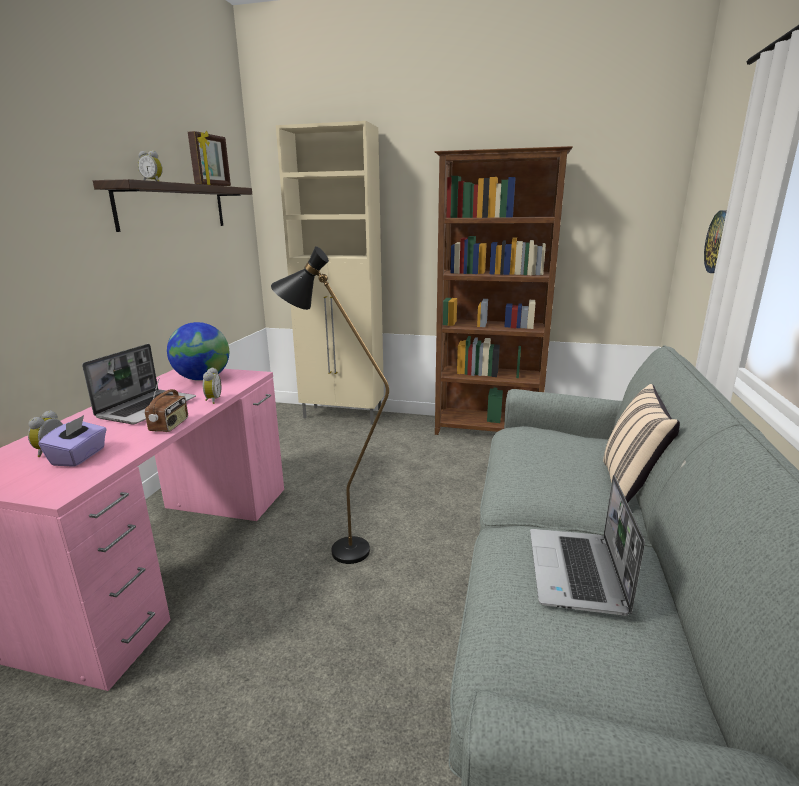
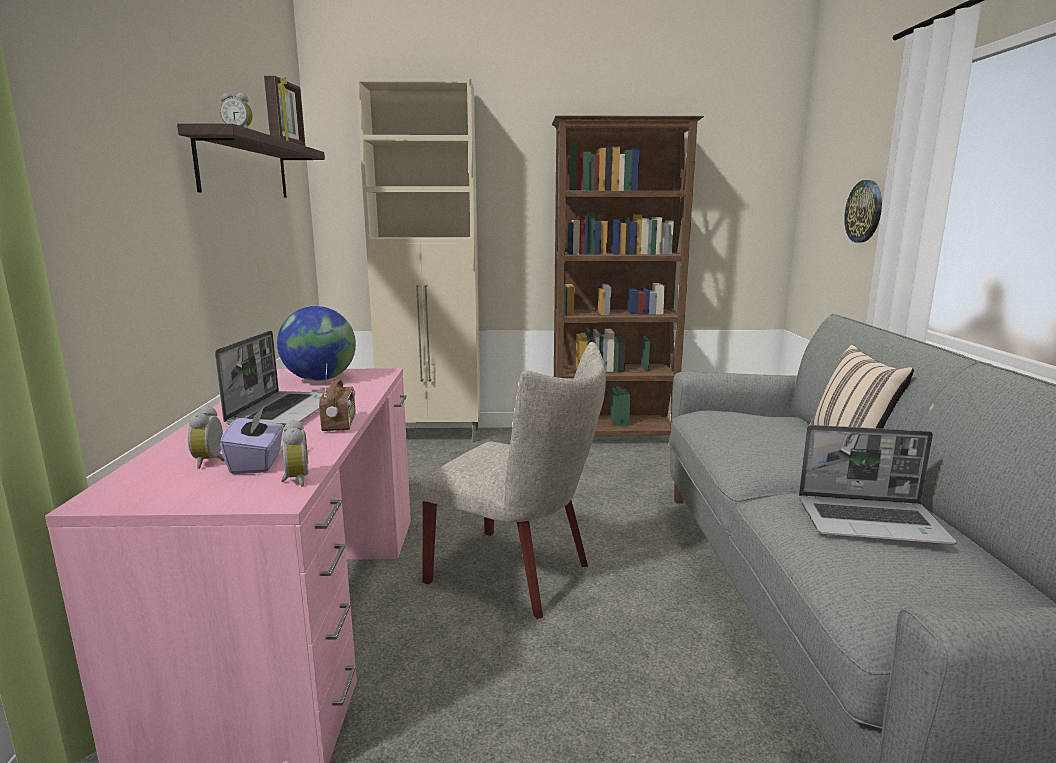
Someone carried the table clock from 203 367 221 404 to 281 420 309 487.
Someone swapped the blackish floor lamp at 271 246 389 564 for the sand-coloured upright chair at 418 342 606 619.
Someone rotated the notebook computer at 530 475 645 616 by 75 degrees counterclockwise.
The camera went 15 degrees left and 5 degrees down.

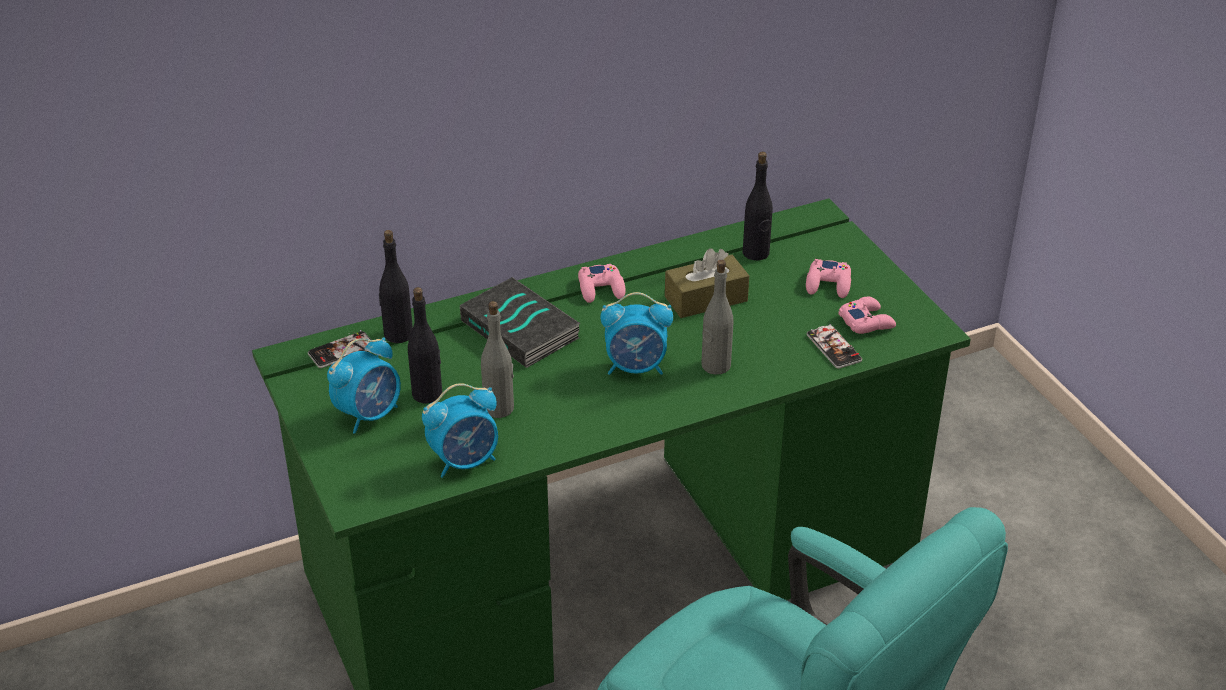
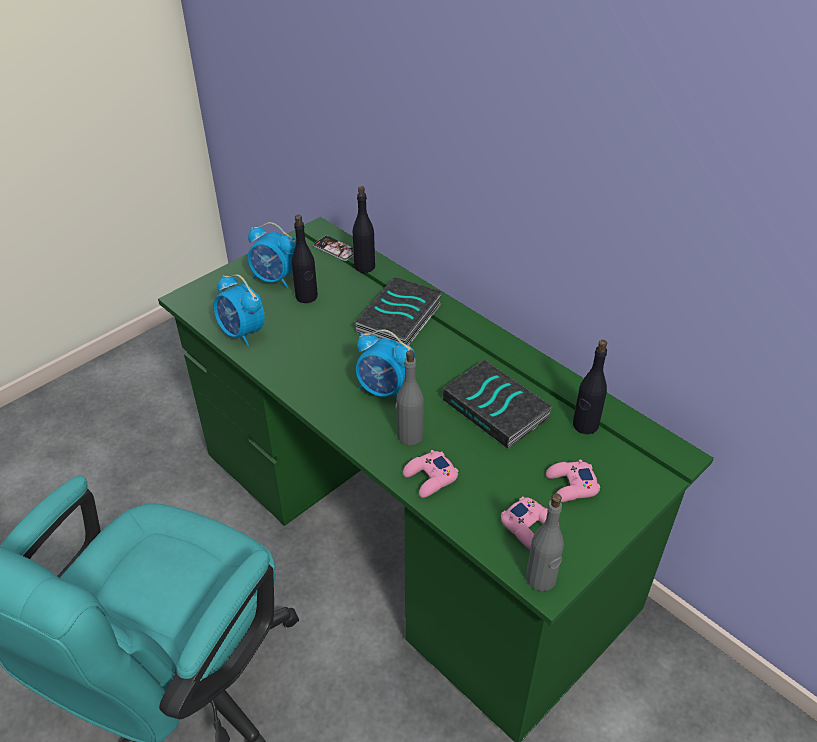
Someone carried the gray beverage bottle from 481 301 514 418 to 526 493 564 591.
Someone carried the pink game controller from 578 264 626 303 to 403 450 458 498.
Someone rotated the table clock at 600 292 673 375 by 45 degrees counterclockwise.
Someone swapped the brown-coloured tissue box at 665 248 749 318 for the bound book at 443 359 553 449.
Someone took away the handset at 807 324 862 369.
The camera went 70 degrees right and 5 degrees up.

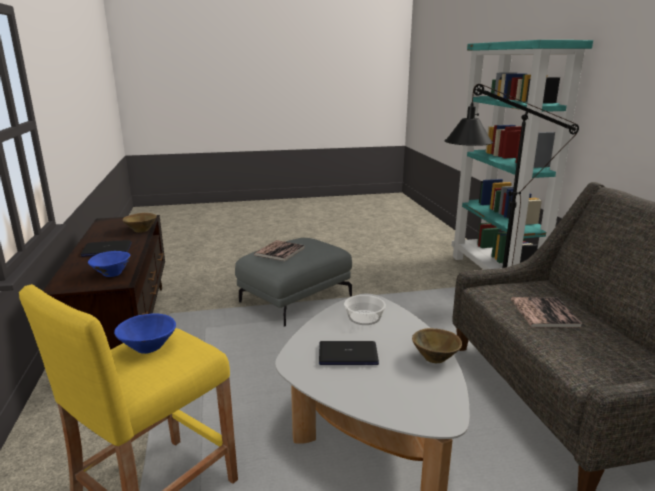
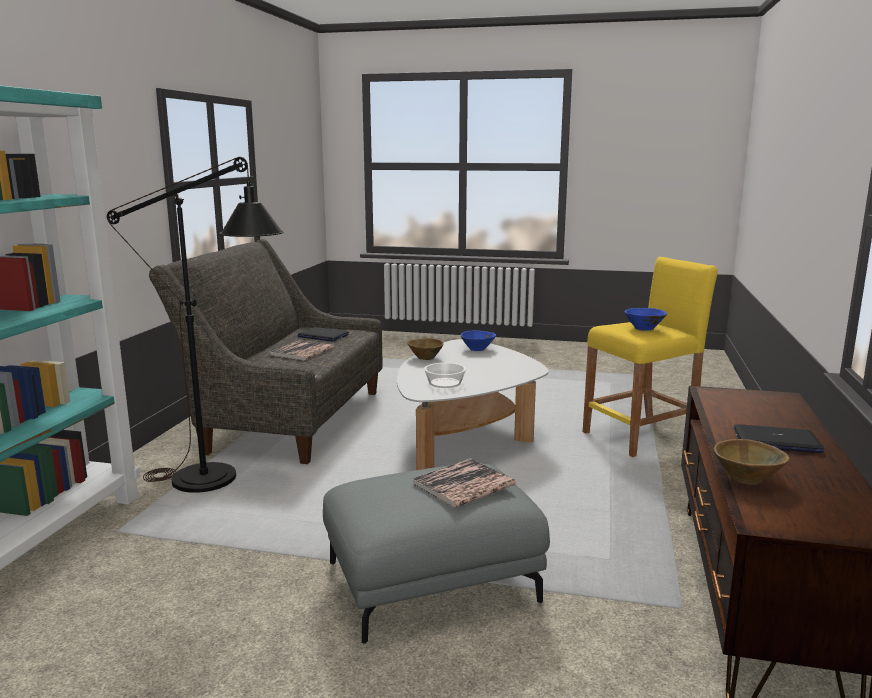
Someone carried the blue deep dish from 88 251 130 277 to 461 330 496 351.
Someone carried the notebook computer from 319 341 379 365 to 298 327 349 341.
The camera went 155 degrees left and 5 degrees down.

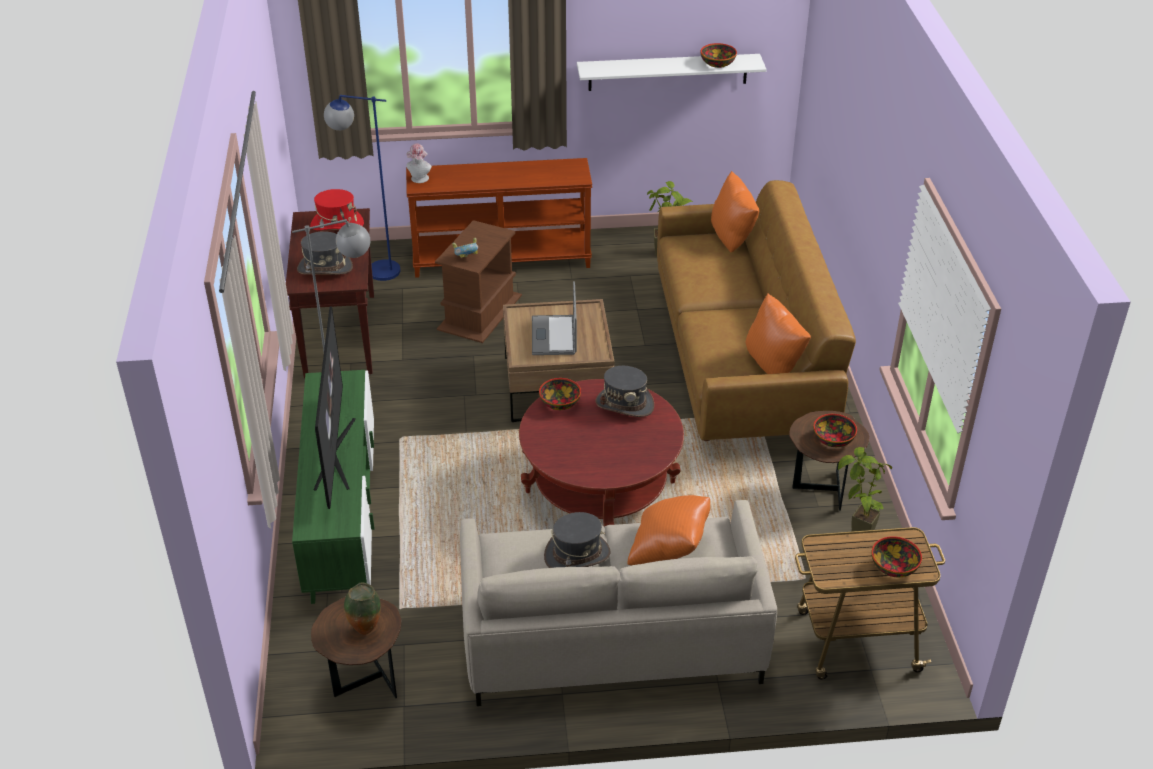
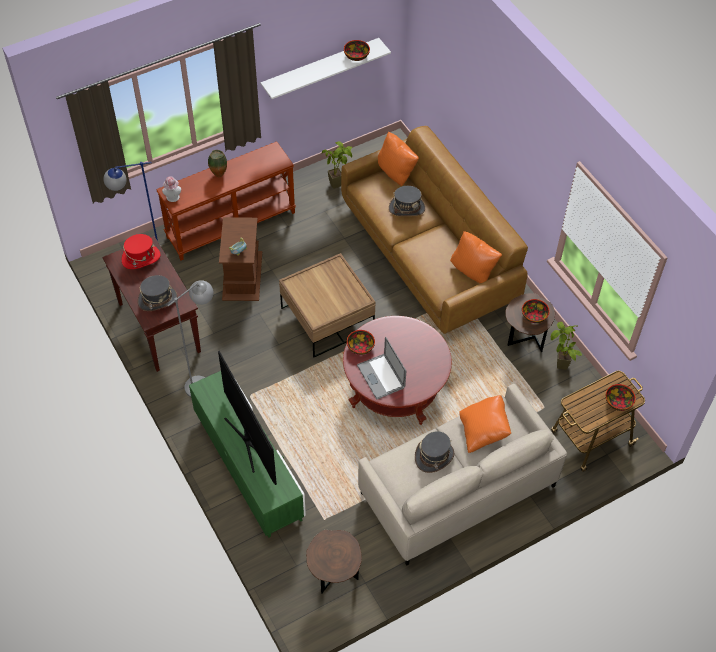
Someone carried the decorative vase from 344 583 381 635 to 208 150 227 177.
Someone carried the notebook computer from 532 281 577 355 to 357 337 406 399.
Someone carried the gray hat from 596 366 654 417 to 389 186 425 216.
The camera went 25 degrees left and 15 degrees up.

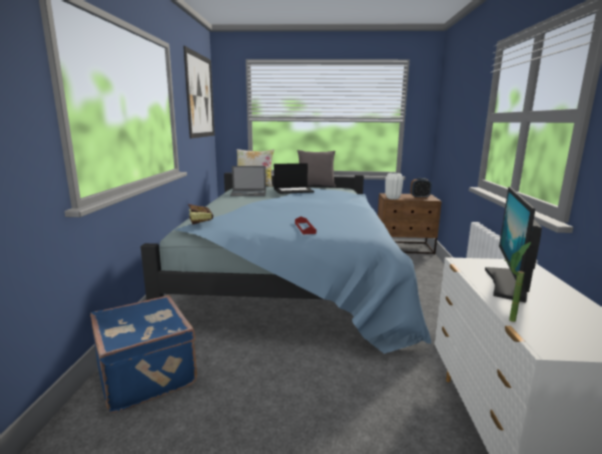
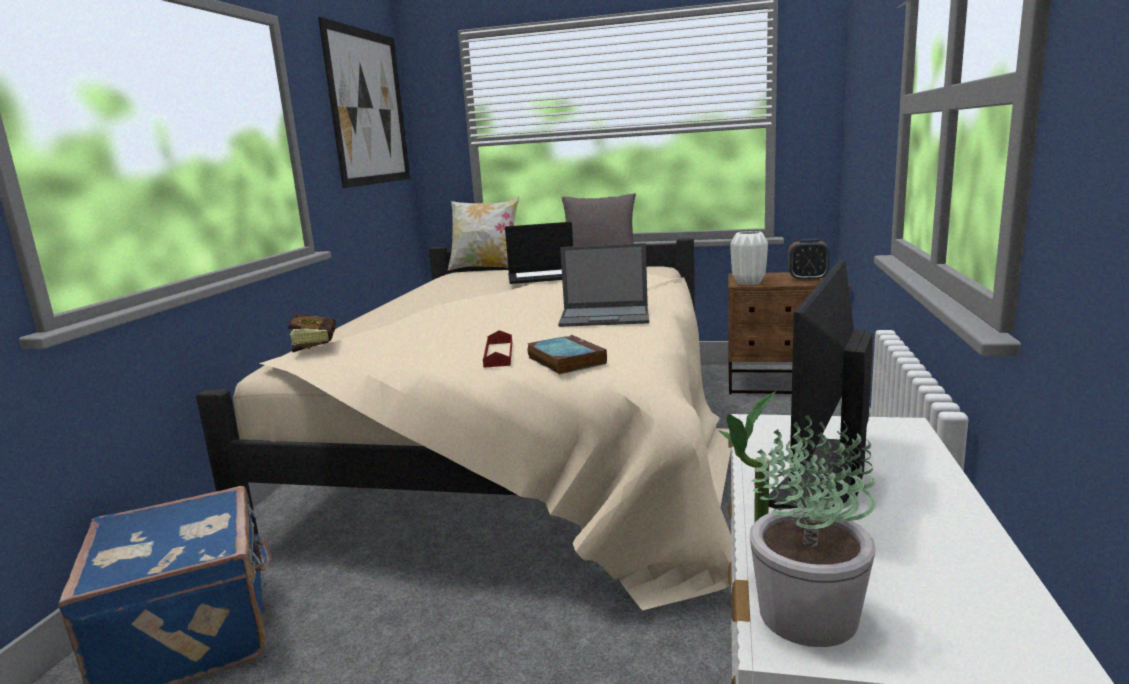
Someone repainted the blue sleeping bed at 141 173 431 354, which became the sand-coloured sleeping bed at 196 238 731 610.
Someone carried the notebook computer from 230 166 266 196 to 558 243 649 327.
Someone put down the bound book at 527 335 607 374.
Someone put down the plant in a pot at 750 415 876 647.
The camera went 10 degrees right and 0 degrees up.

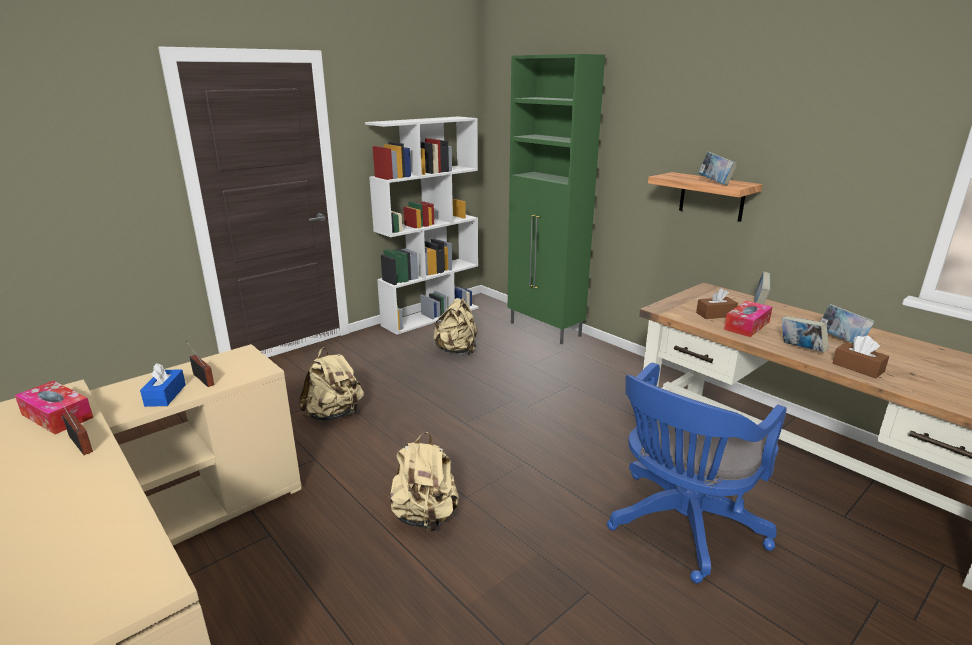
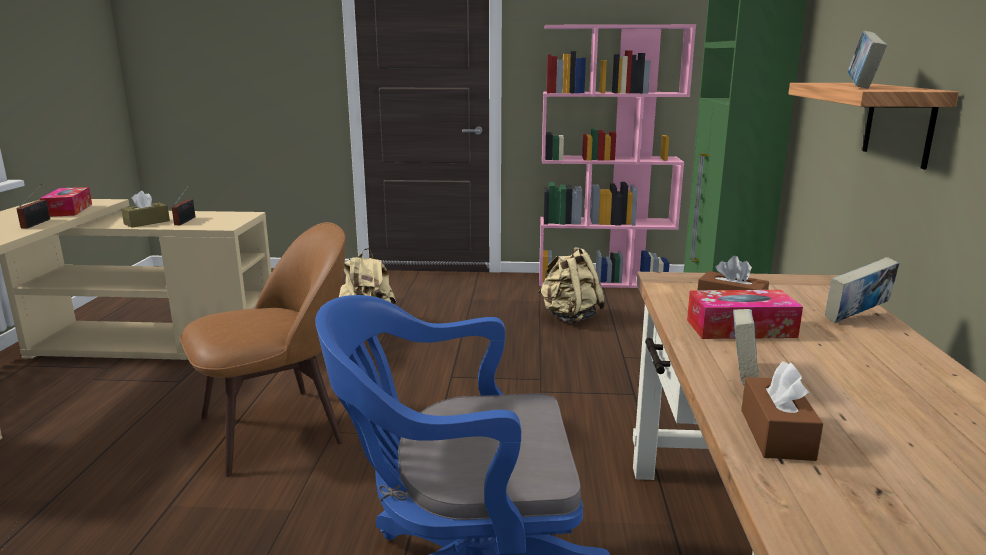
Someone repainted the blue tissue box at 140 363 186 407, which became the brown-coloured tissue box at 121 191 170 228.
Someone repainted the white bookshelf at 365 117 479 335, which became the pink bookshelf at 539 24 696 288.
Someone swapped the sand-coloured rucksack at 388 432 459 531 for the brown-coloured upright chair at 179 222 346 477.
Someone took away the bound book at 820 304 875 343.
The camera went 45 degrees right and 5 degrees down.

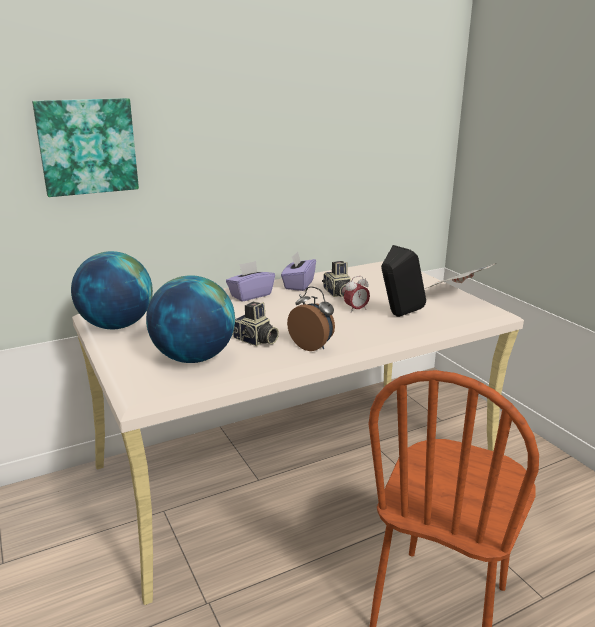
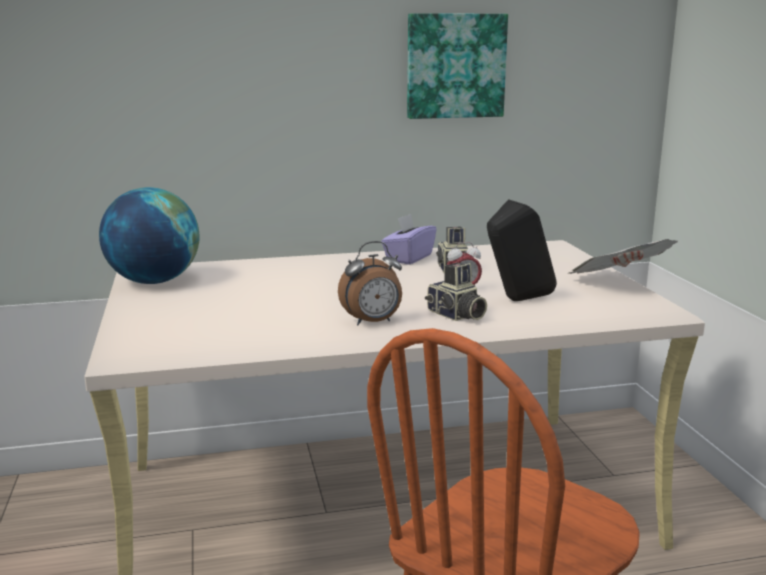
Someone carried the wall art from 32 98 139 197 to 407 13 508 119.
Someone took away the desk globe at 146 275 235 363.
Someone took away the purple tissue box at 226 261 275 302.
Someone carried the photo camera from 233 302 279 346 to 425 263 487 321.
Someone rotated the table clock at 287 286 335 351 by 105 degrees clockwise.
The camera went 15 degrees right and 5 degrees down.

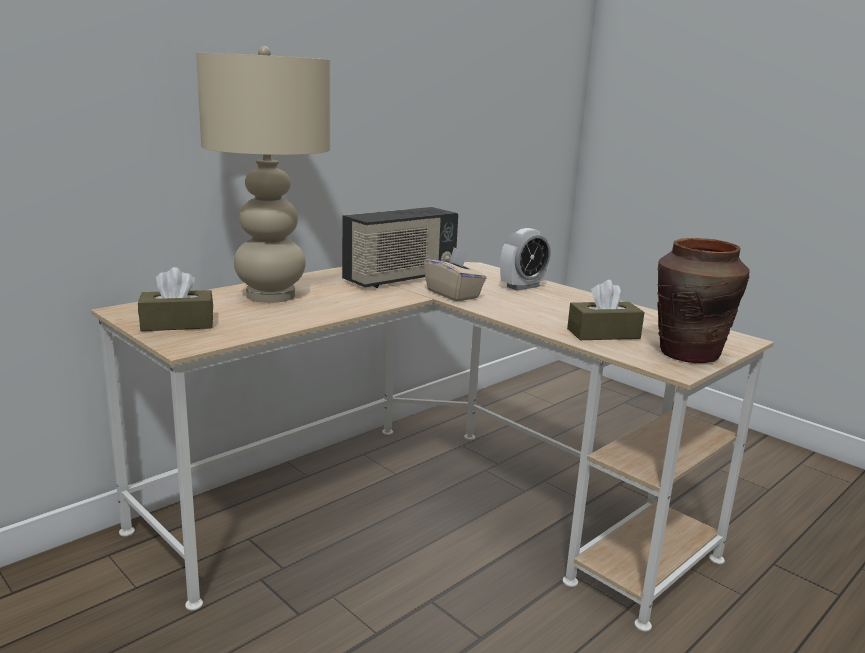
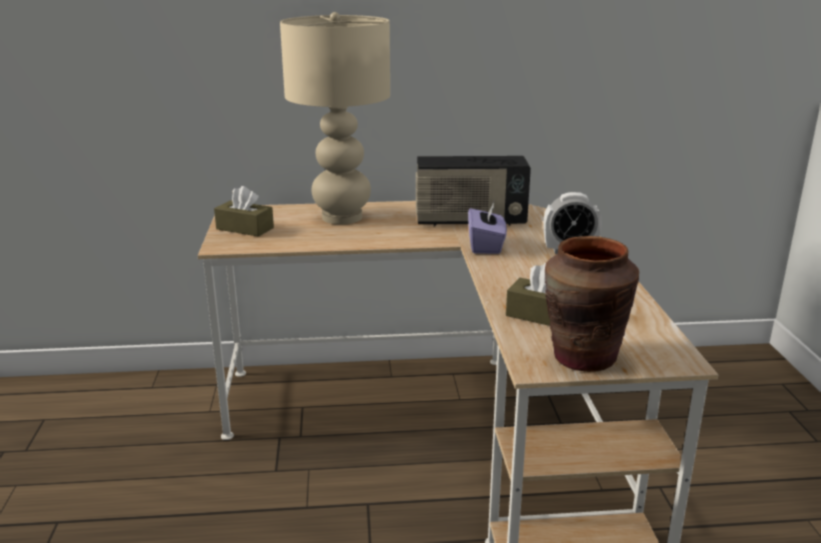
Someone repainted the sand-coloured tissue box at 423 247 486 302, which became the purple tissue box at 468 202 507 254.
The camera went 40 degrees right and 5 degrees up.

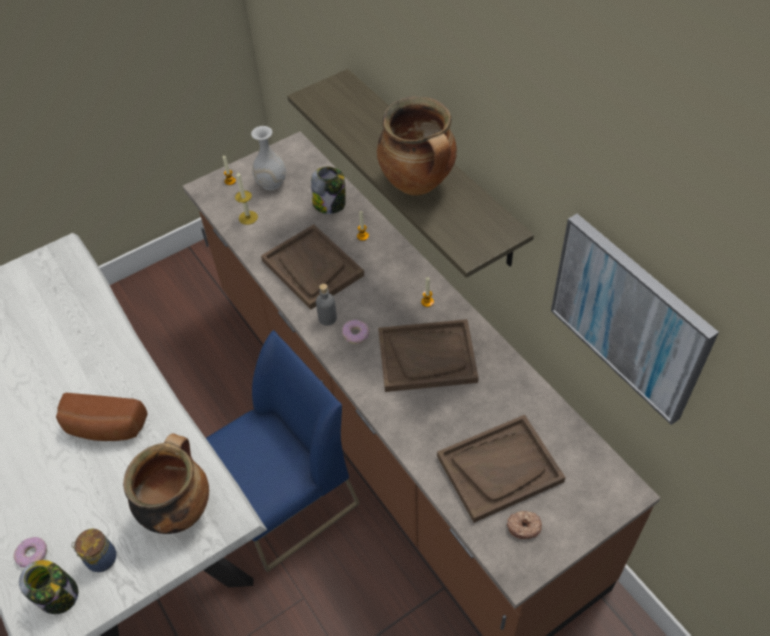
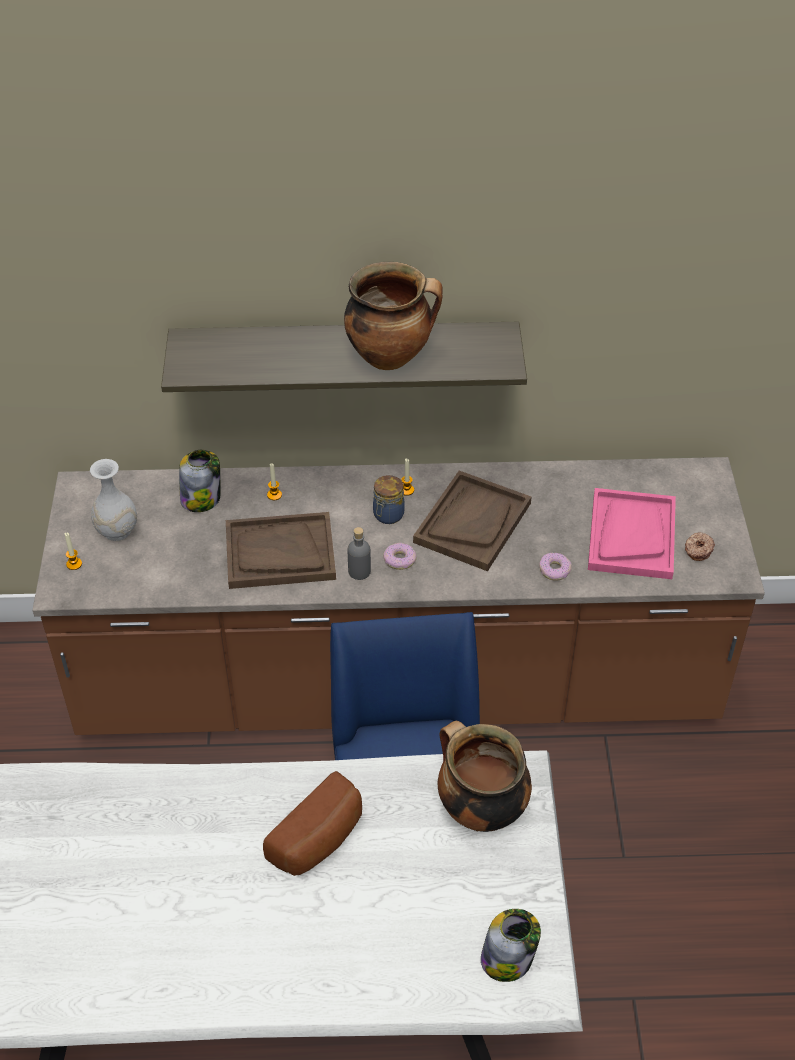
Someone carried the donut from 14 537 47 568 to 539 553 572 581.
Someone carried the preserve jar from 71 529 116 572 to 373 475 405 524.
Someone took away the wax light at 235 171 258 225.
Someone repainted the brown-coloured serving tray at 437 415 566 523, which became the pink serving tray at 588 488 676 579.
Someone took away the wall art at 551 214 719 425.
The camera went 60 degrees left and 5 degrees down.

